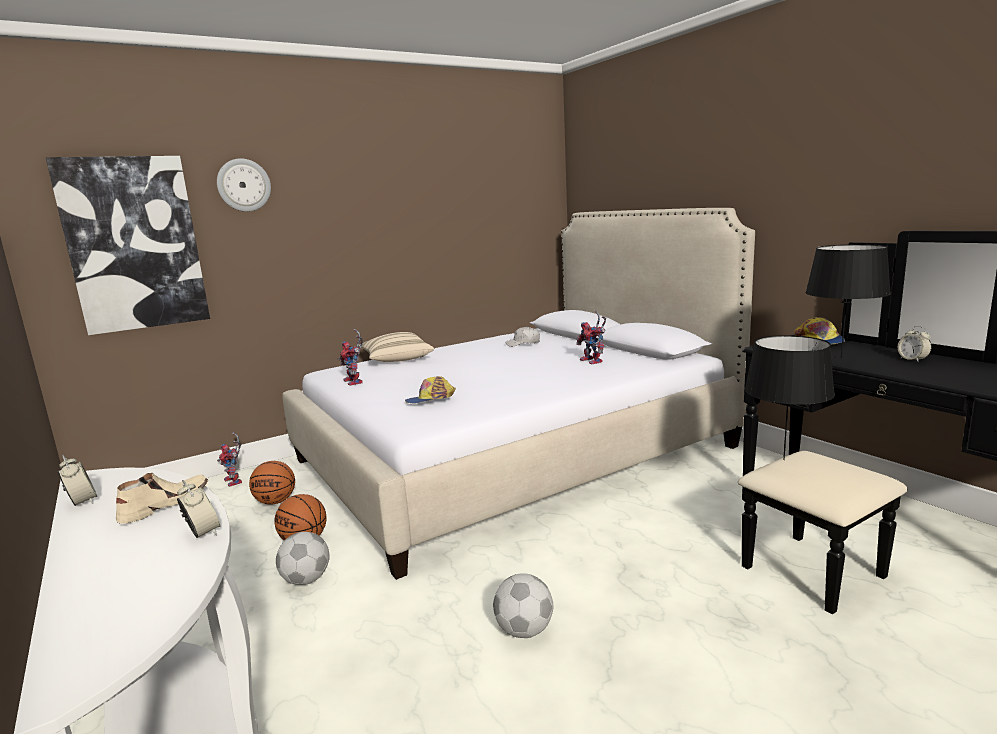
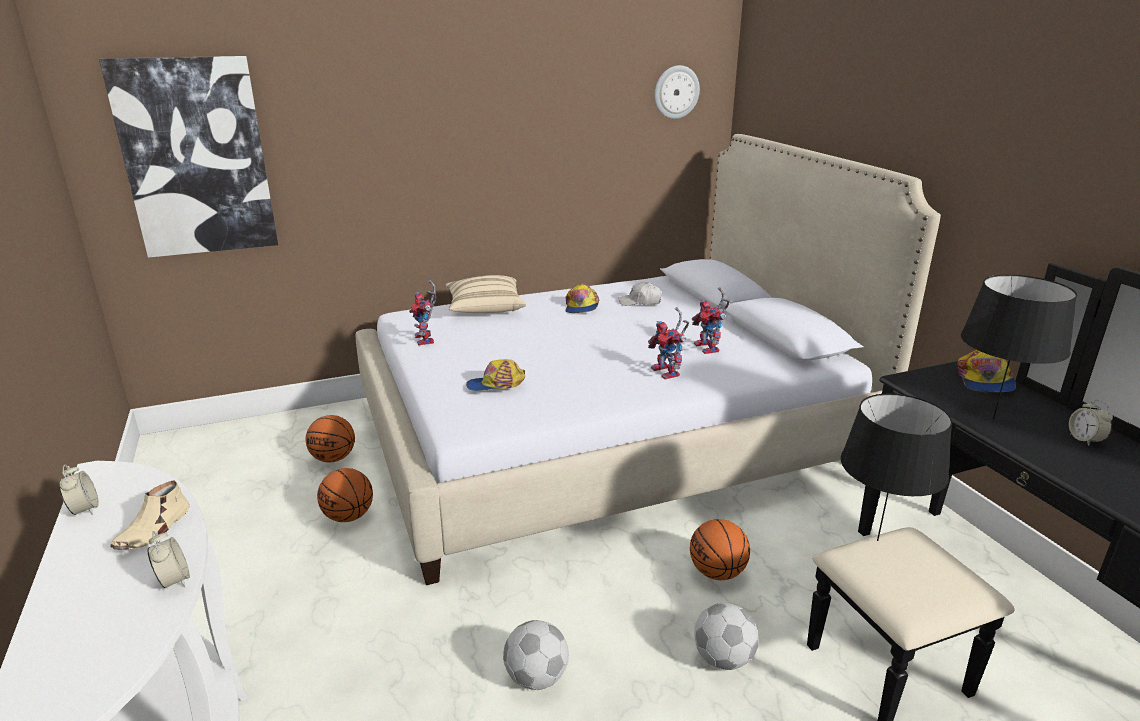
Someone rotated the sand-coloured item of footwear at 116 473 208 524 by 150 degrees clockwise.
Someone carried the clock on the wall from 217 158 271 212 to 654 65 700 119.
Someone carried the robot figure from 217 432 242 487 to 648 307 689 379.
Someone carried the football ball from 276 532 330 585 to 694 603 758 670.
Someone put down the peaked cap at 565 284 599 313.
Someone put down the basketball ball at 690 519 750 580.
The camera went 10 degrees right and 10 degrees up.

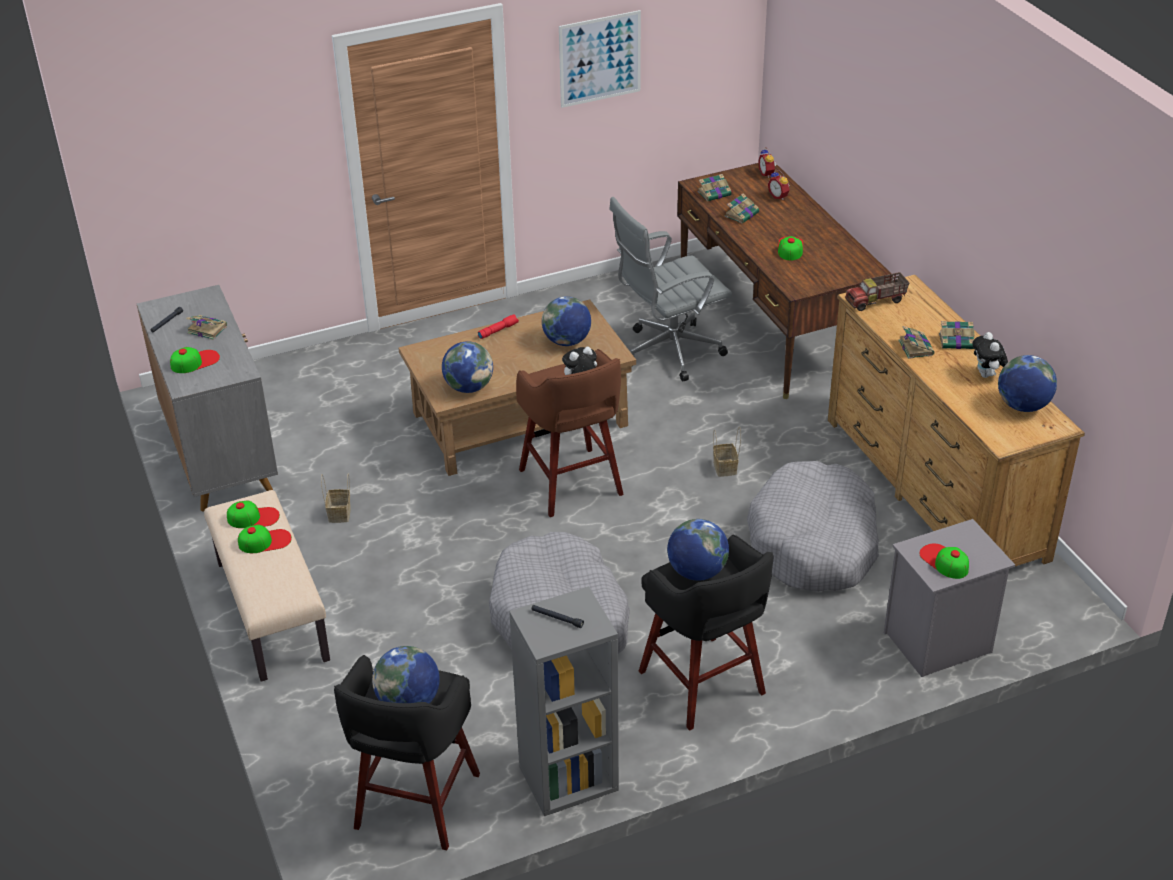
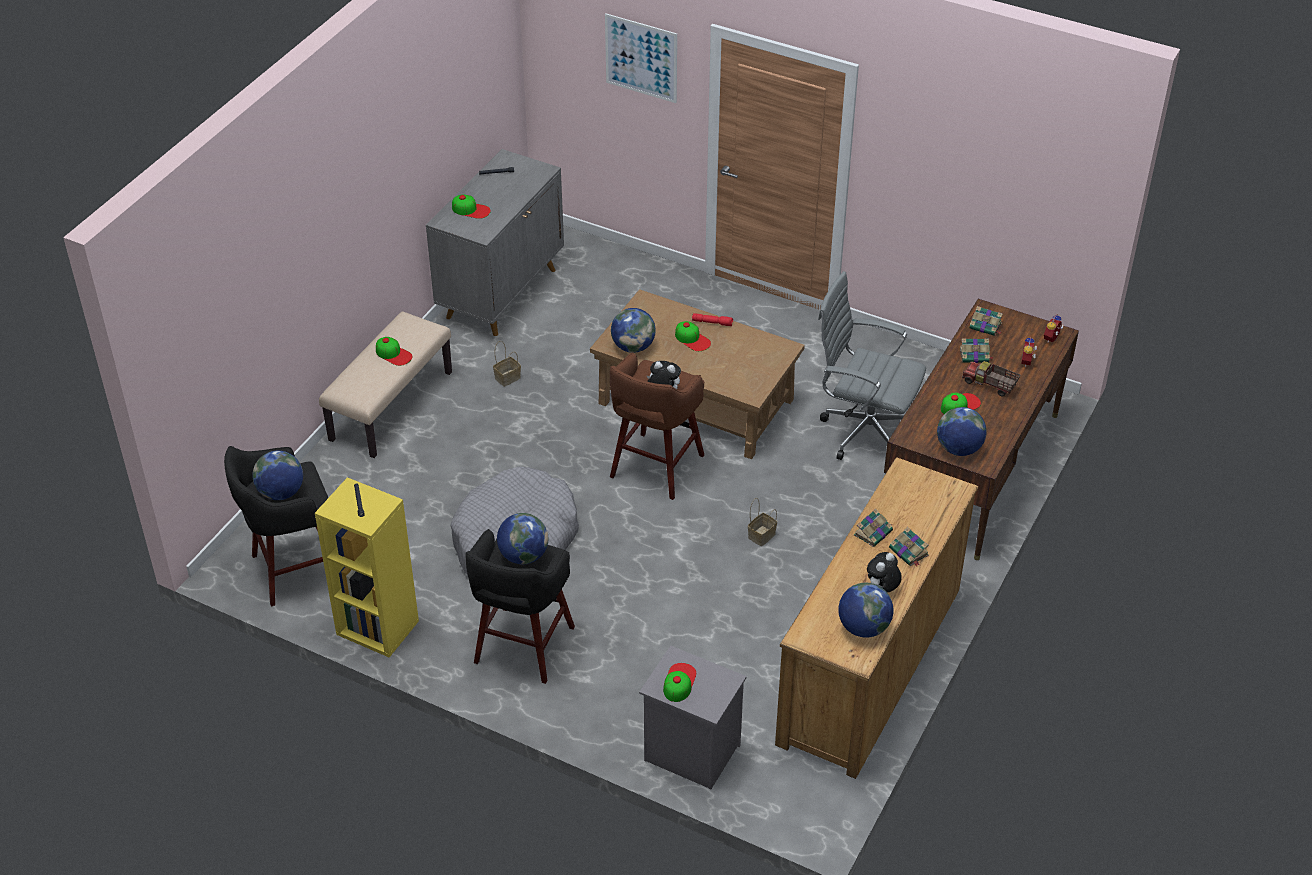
Someone took away the bound book at 186 315 227 340.
Someone carried the peaked cap from 227 500 280 528 to 675 321 711 351.
Someone repainted the gray bookshelf at 509 587 619 816, which became the yellow bookshelf at 315 477 419 658.
Someone carried the desk globe from 542 296 591 346 to 937 407 987 456.
Someone carried the wall art from 559 10 641 108 to 605 13 677 103.
Someone took away the gray dog cushion at 747 461 879 592.
Someone carried the toy lorry from 845 272 909 311 to 962 361 1020 397.
The camera went 50 degrees right and 5 degrees up.

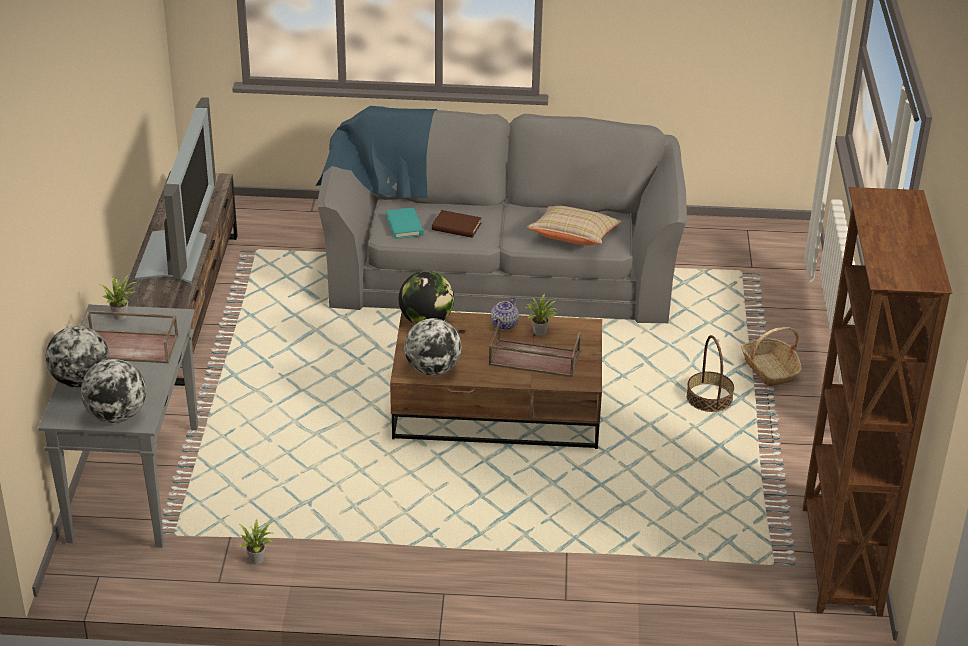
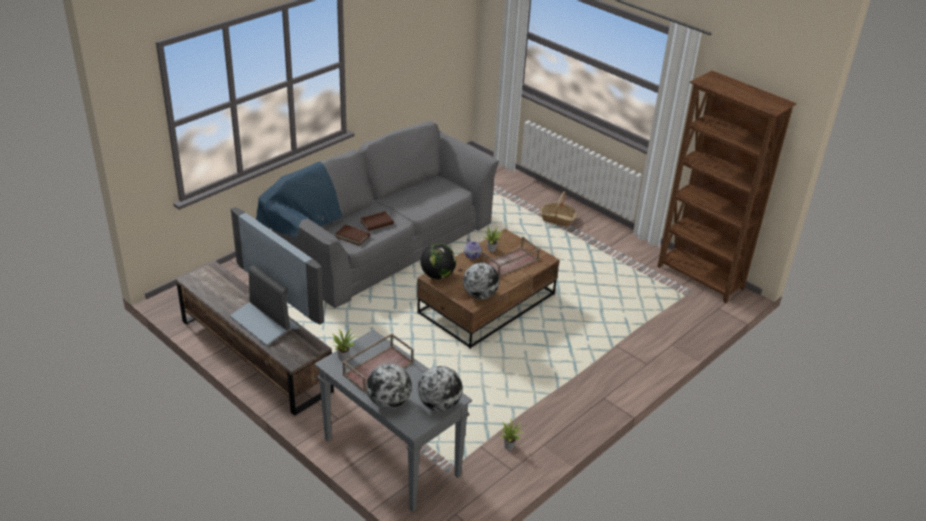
Someone repainted the turquoise-coloured bound book at 386 208 424 239, which became the brown-coloured bound book at 335 225 370 246.
Someone took away the sand-coloured cushion at 527 206 622 245.
Someone took away the basket at 686 335 734 412.
The camera went 50 degrees left and 0 degrees up.

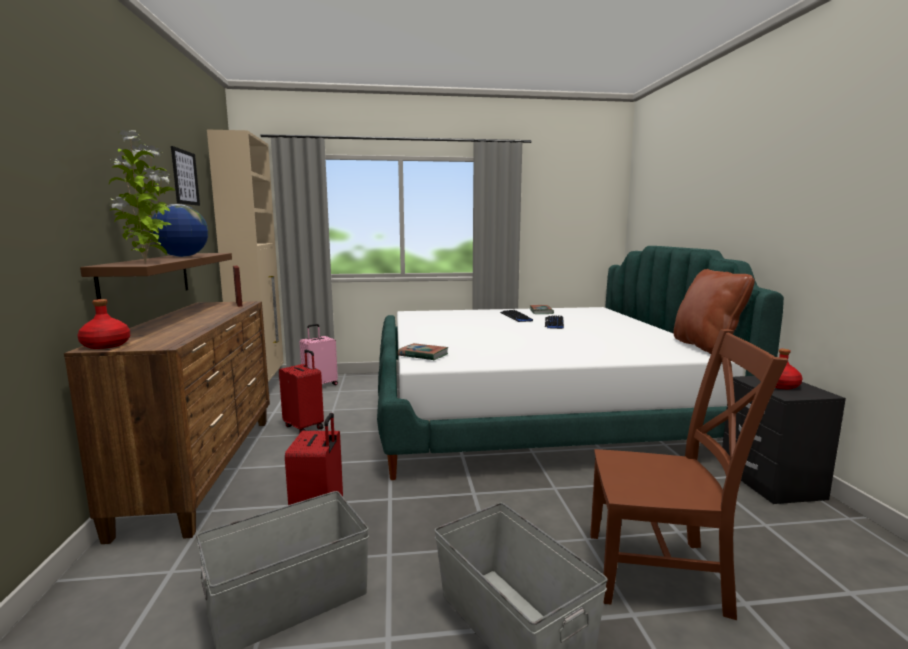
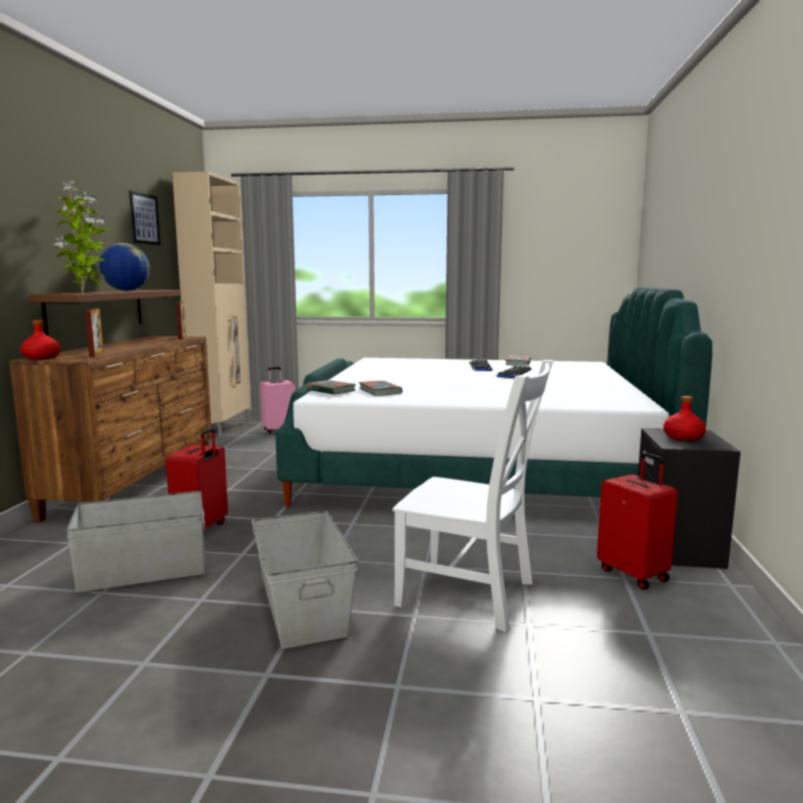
Someone carried the red-coloured travel case from 279 350 324 433 to 597 453 678 590.
Someone repainted the brown-coloured upright chair at 590 329 788 620, which became the white upright chair at 392 360 553 632.
Someone took away the brown-coloured cushion at 673 269 755 354.
Someone put down the photo frame at 85 308 104 357.
Someone put down the bound book at 359 381 402 396.
The camera went 15 degrees right and 0 degrees up.

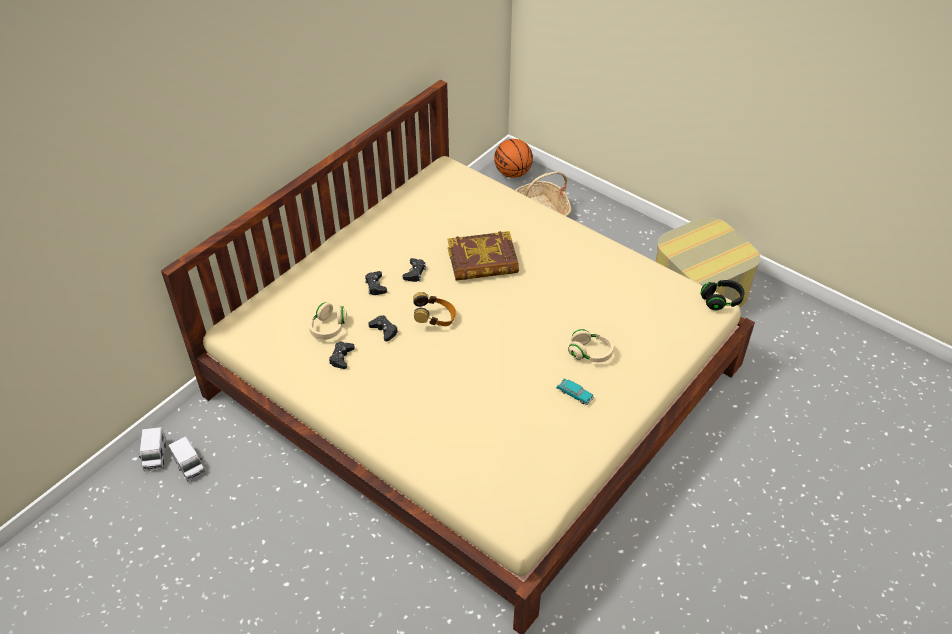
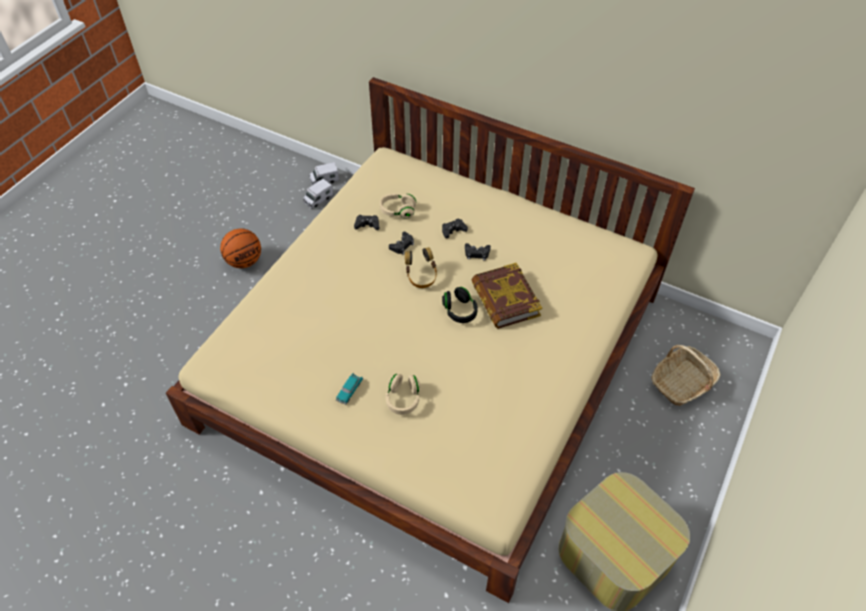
Someone carried the basketball ball from 494 139 533 178 to 220 228 261 268.
Someone carried the blackish headphones from 700 280 744 311 to 442 287 478 323.
The camera went 80 degrees right and 5 degrees up.

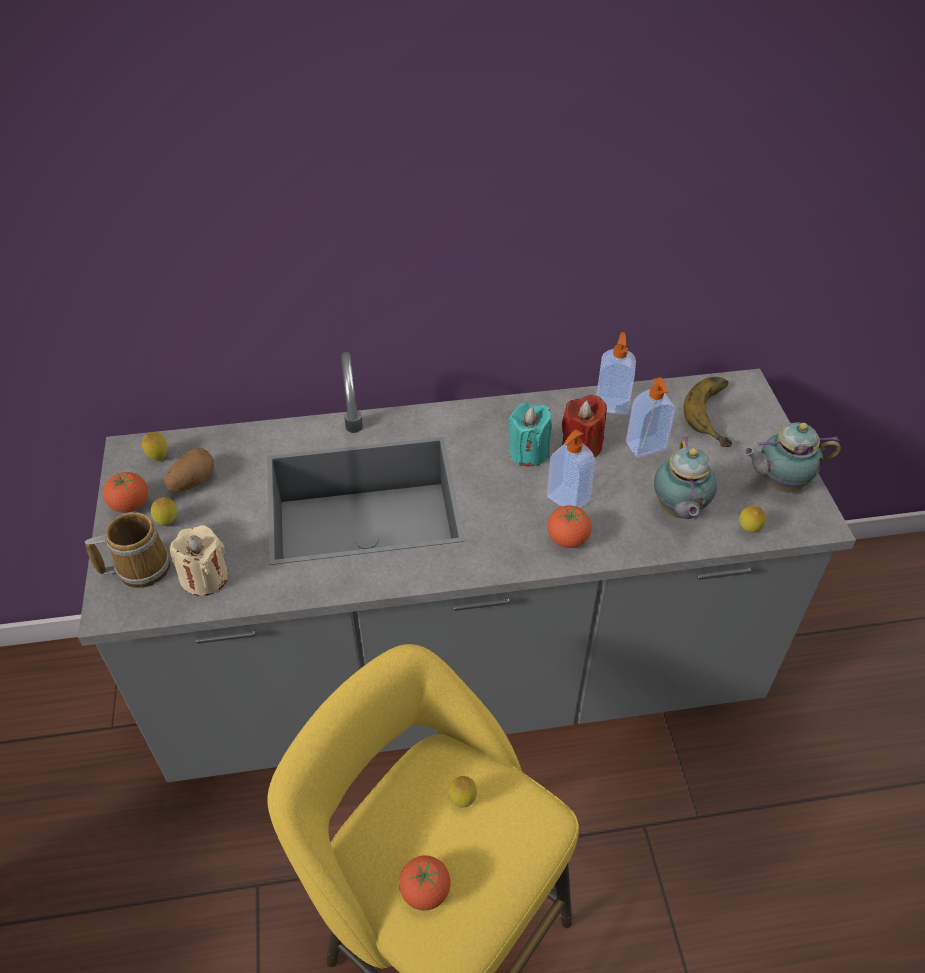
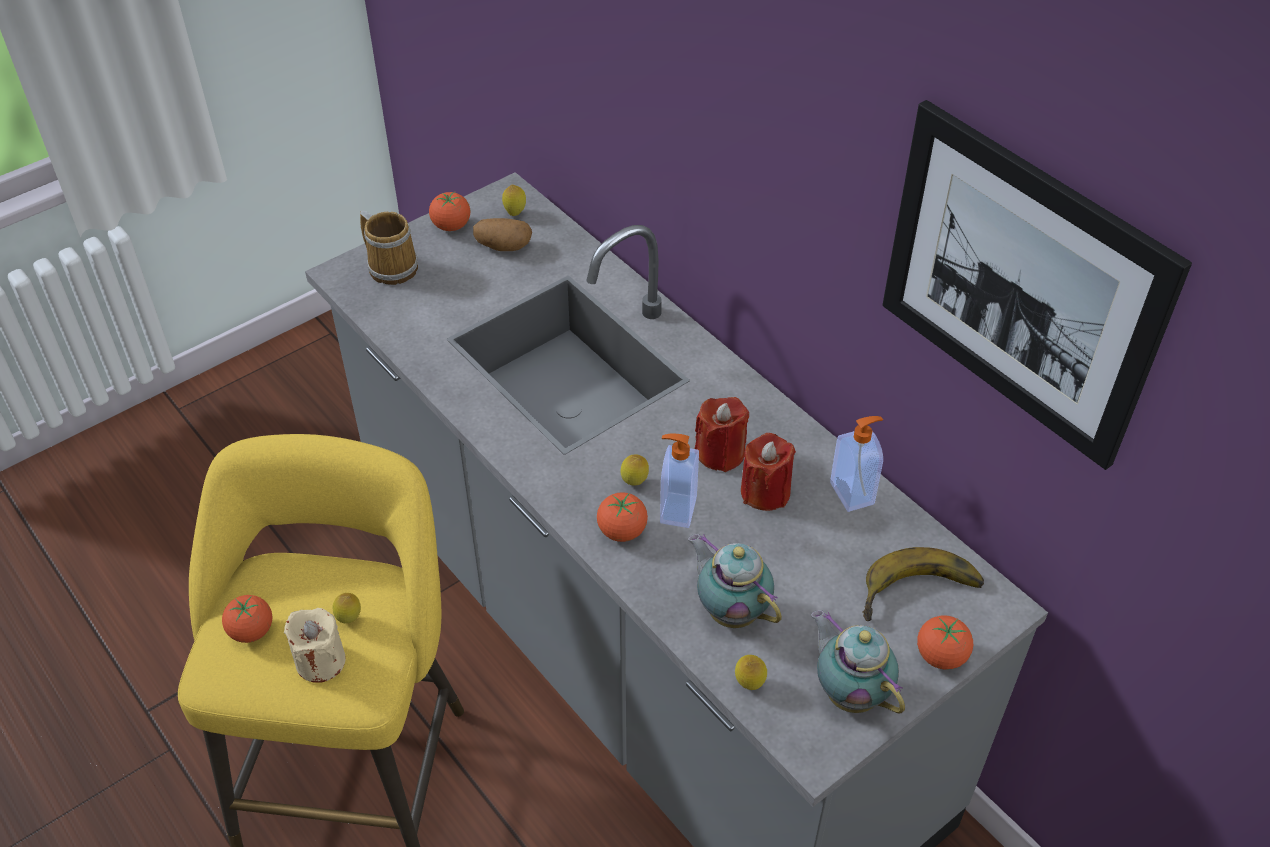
Someone carried the whole lemon from 151 497 177 526 to 620 454 649 486.
Someone carried the sand-coloured wax light from 170 525 228 596 to 284 608 346 683.
Someone repainted the turquoise-coloured wax light at 508 403 552 466, which became the red-coloured wax light at 695 397 749 472.
Someone took away the soap dispenser at 626 377 675 458.
Someone rotated the teapot at 654 436 717 519 by 75 degrees clockwise.
Someone put up the wall art at 882 100 1192 470.
Someone put down the whole tomato at 917 615 973 670.
The camera went 60 degrees right and 0 degrees up.

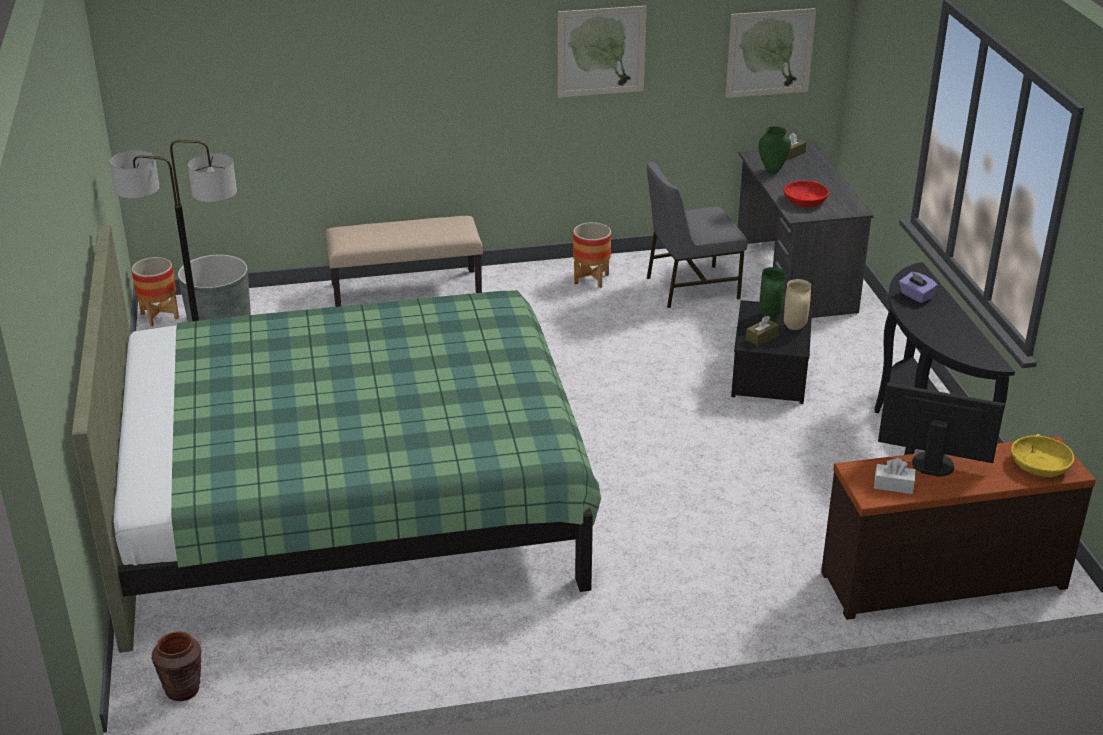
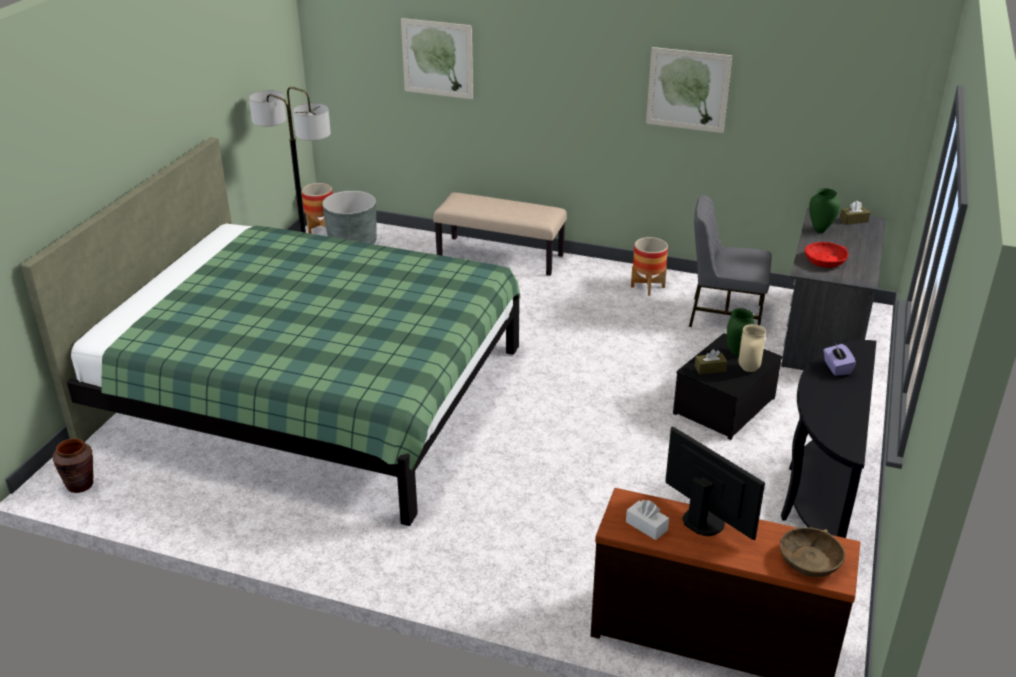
Someone carried the wall art from 726 8 816 98 to 401 18 473 99.
Someone repainted the yellow deep dish at 1011 434 1074 477, which became the brown-coloured deep dish at 780 527 845 577.
The camera went 30 degrees right and 0 degrees up.

